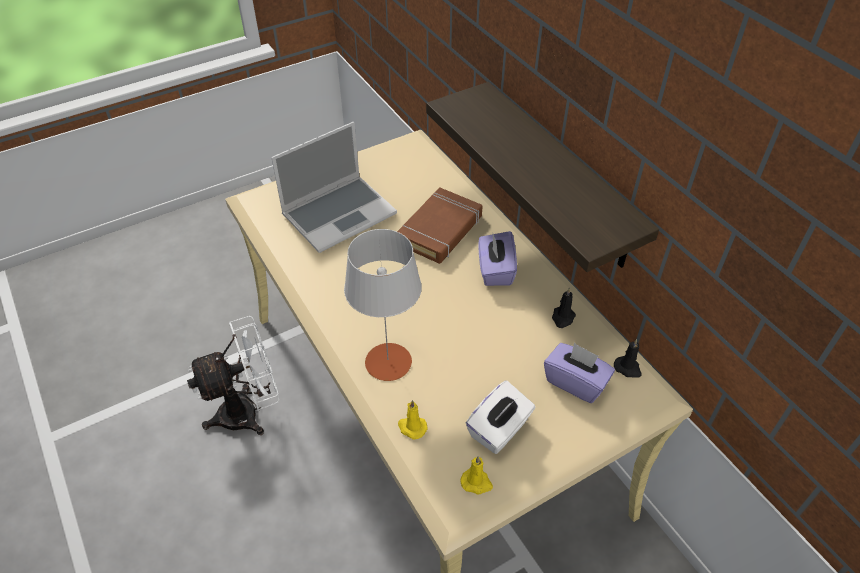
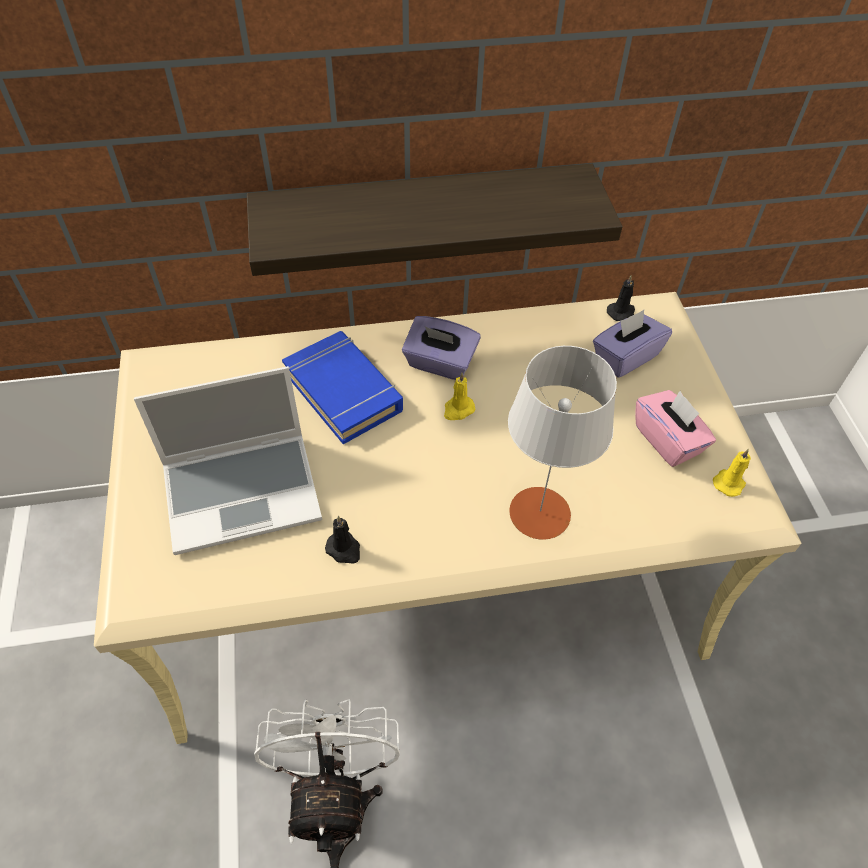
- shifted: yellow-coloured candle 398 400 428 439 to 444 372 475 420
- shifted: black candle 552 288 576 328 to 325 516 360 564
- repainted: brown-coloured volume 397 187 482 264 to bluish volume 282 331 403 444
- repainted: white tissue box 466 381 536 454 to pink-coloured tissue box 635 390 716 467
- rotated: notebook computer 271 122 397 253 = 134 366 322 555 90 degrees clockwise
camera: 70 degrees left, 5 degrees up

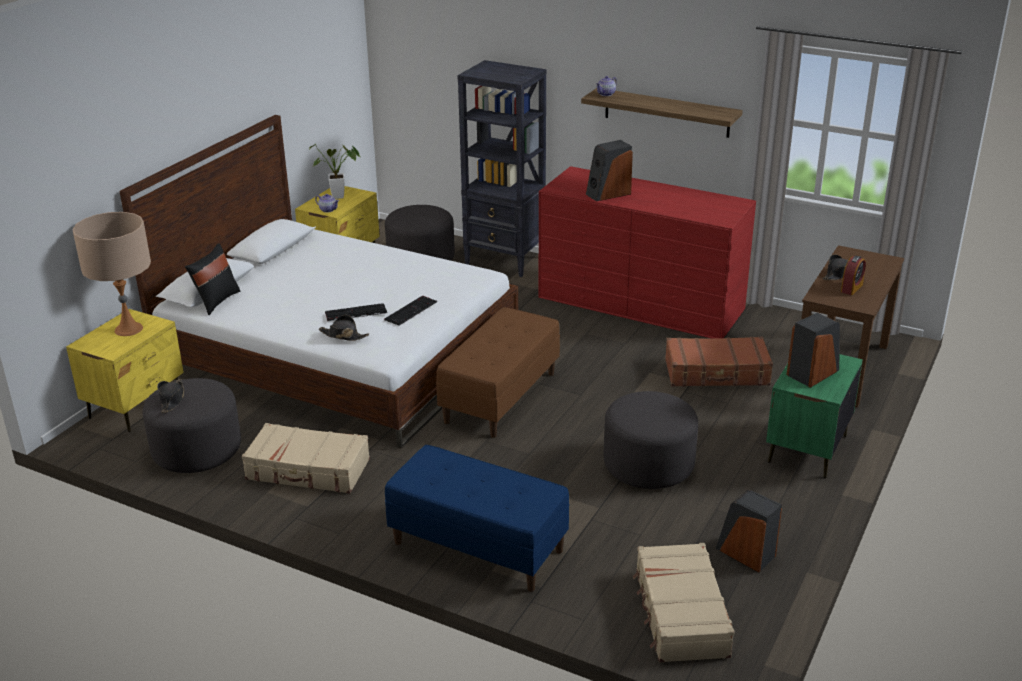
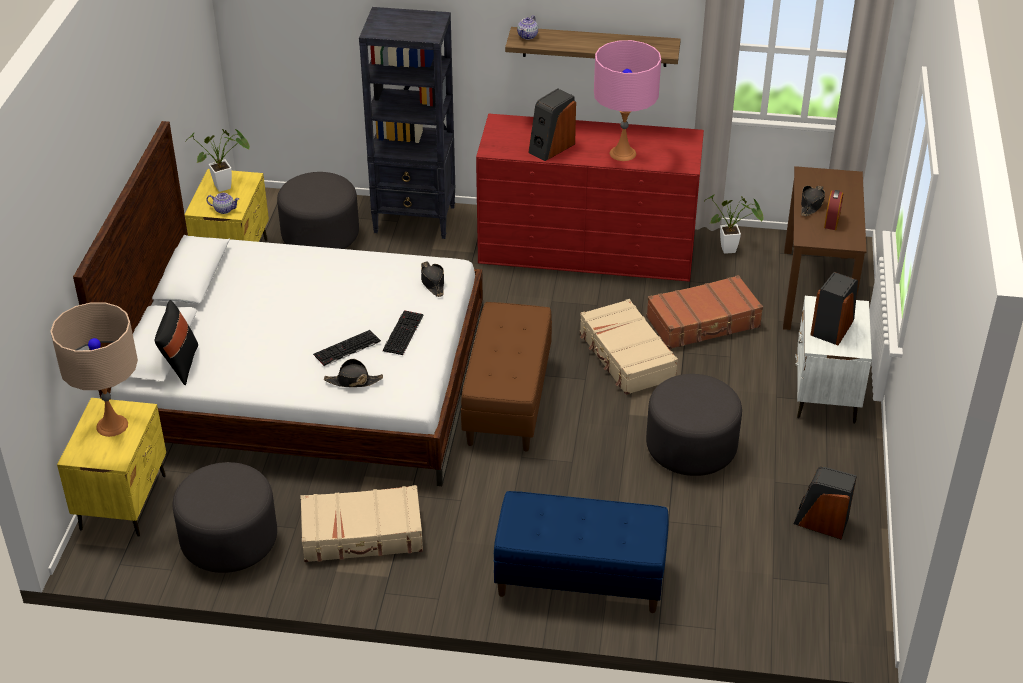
- new: pink-coloured tabletop lamp 594 40 661 161
- new: houseplant 707 194 763 254
- shifted: black wearable hat 157 379 184 413 to 421 261 444 297
- shifted: sand-coloured suitcase 633 543 735 662 to 580 299 678 395
- repainted: greenish bedside table 766 354 863 478 to white bedside table 795 296 872 424
camera: 20 degrees left, 10 degrees up

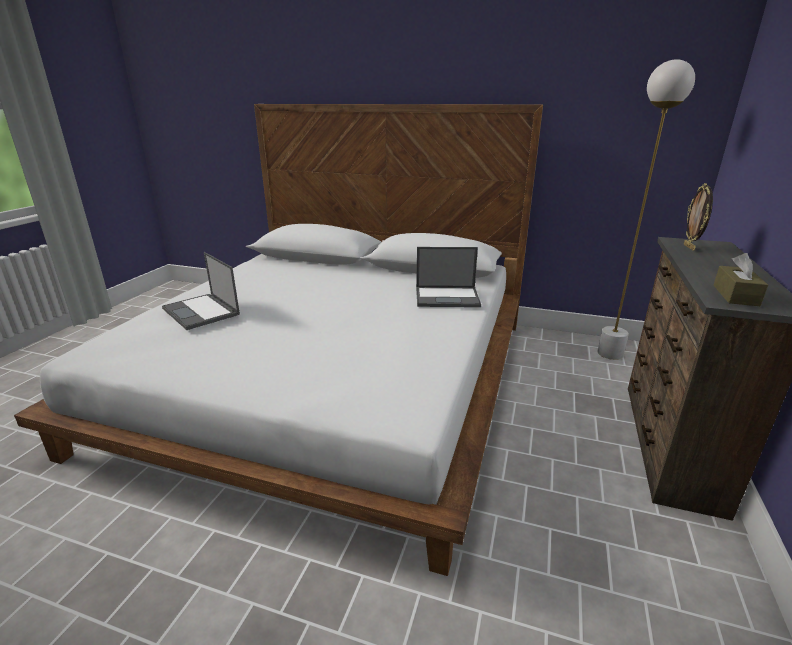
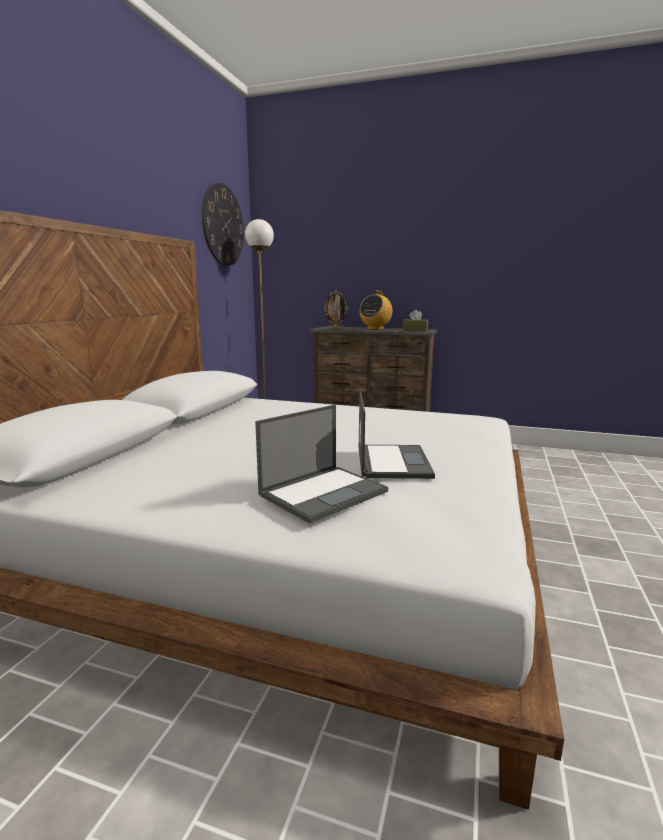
- new: clock on the wall 202 183 244 266
- new: radio set 360 290 392 330
- shifted: notebook computer 416 247 481 307 to 359 392 435 479
camera: 90 degrees left, 10 degrees down

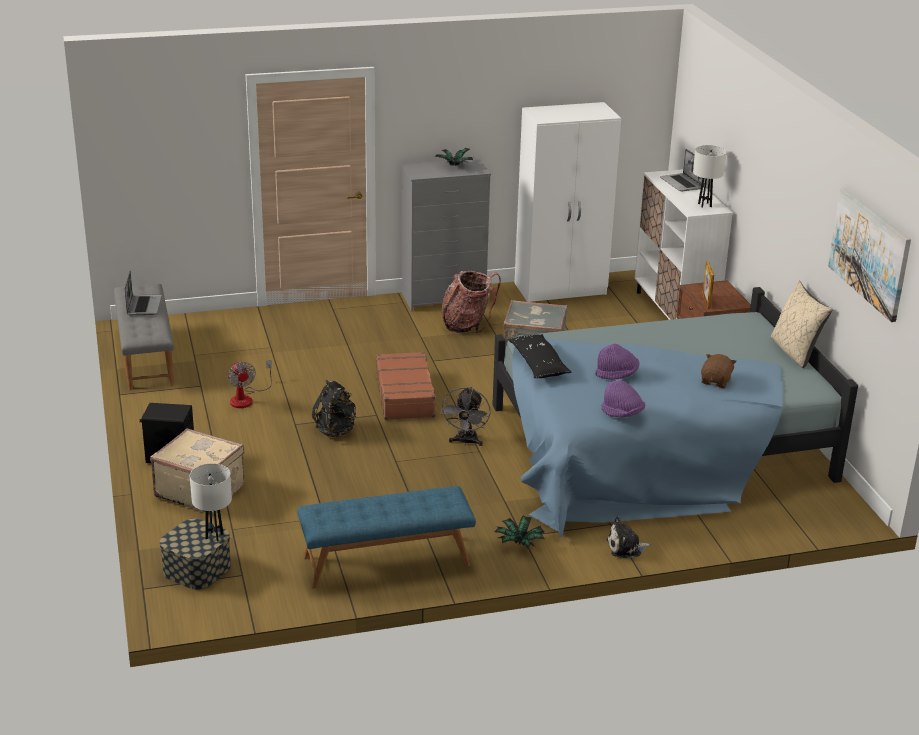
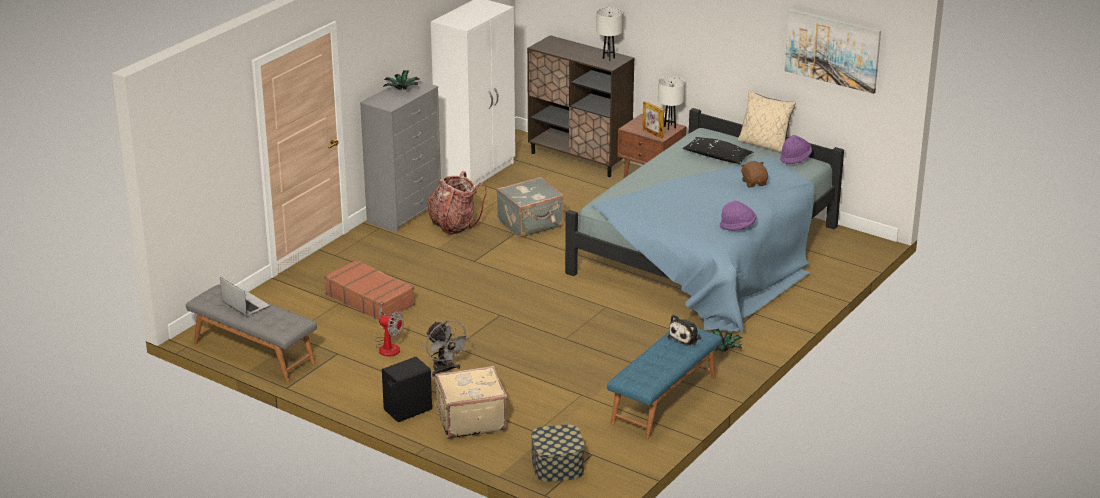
- gone: black knapsack 312 380 356 438
- gone: notebook computer 660 149 705 192
- shifted: white tabletop lamp 190 463 232 542 to 658 76 685 130
- shifted: brown-coloured suitcase 376 352 438 420 to 324 259 415 320
- shifted: grey cooling fan 440 387 491 446 to 426 321 470 377
- shifted: black pillow 508 334 572 378 to 682 137 753 164
- shifted: purplish wearable hat 595 344 639 380 to 780 135 812 164
- shifted: soft toy 606 516 651 558 to 667 315 701 346
- repainted: white storage cabinet 635 169 733 320 to brown-coloured storage cabinet 527 35 634 177
camera: 40 degrees left, 0 degrees up

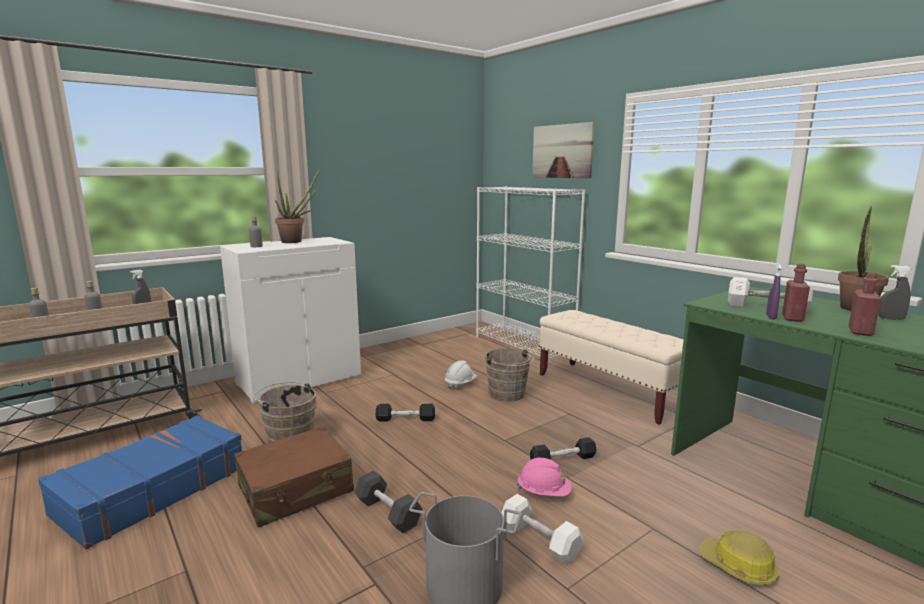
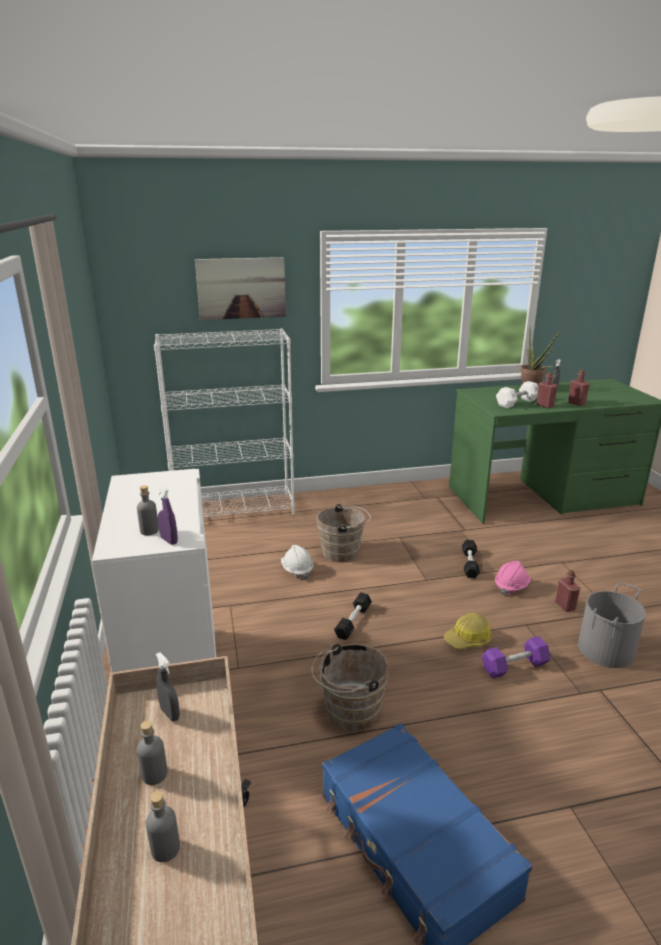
- gone: brown-coloured suitcase 234 426 354 528
- gone: houseplant 275 170 319 243
- gone: sand-coloured bench 539 310 684 425
- shifted: safety helmet 699 530 779 585 to 444 613 492 649
- shifted: purplish spray bottle 766 263 782 319 to 156 482 178 545
- swapped: white hand weight 502 494 583 564 to red-coloured drink bottle 555 570 580 612
- repainted: black hand weight 354 471 423 533 to purplish hand weight 482 636 551 679
camera: 65 degrees left, 10 degrees up

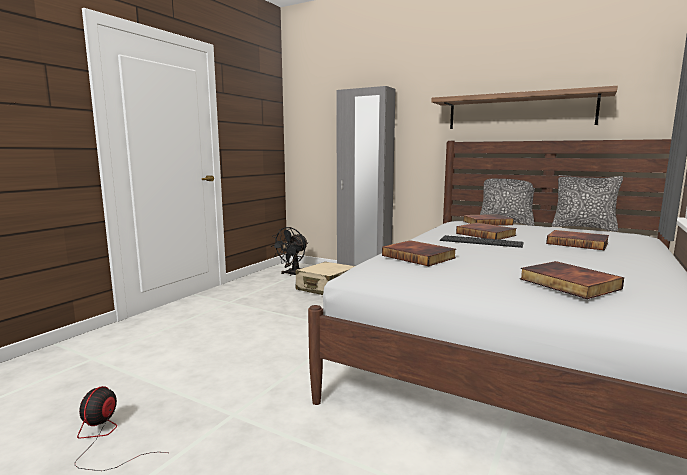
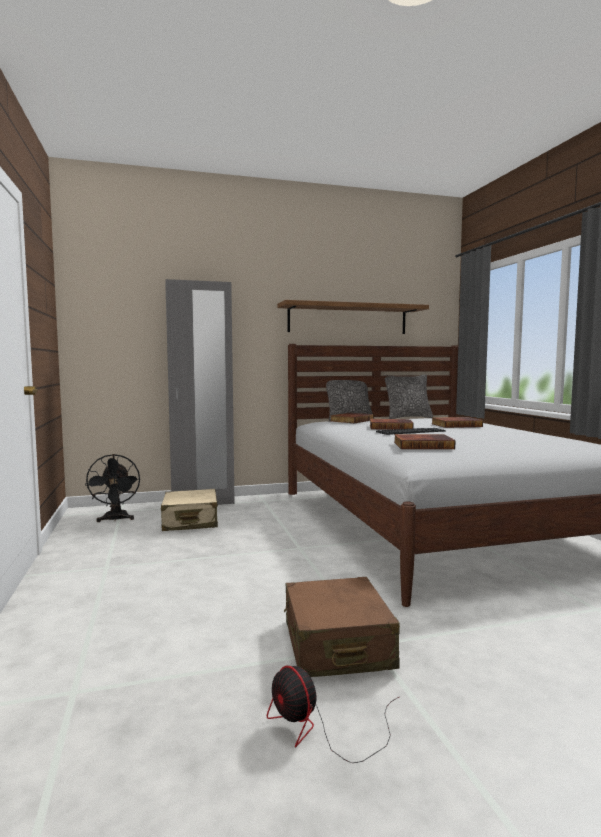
- gone: volume 520 261 624 299
- new: brown-coloured suitcase 284 577 400 677
camera: 45 degrees left, 5 degrees down

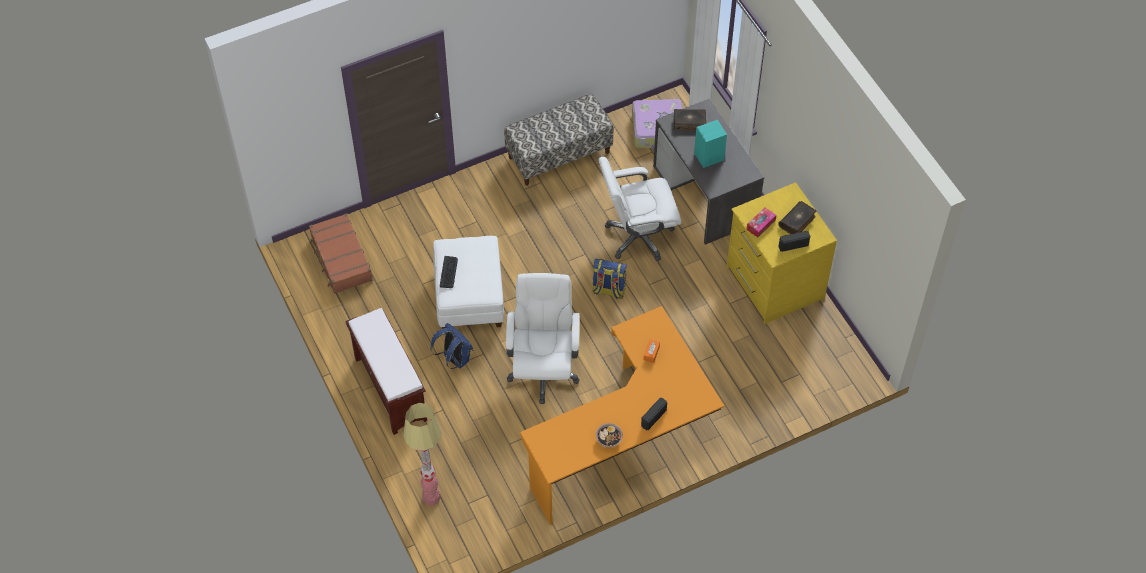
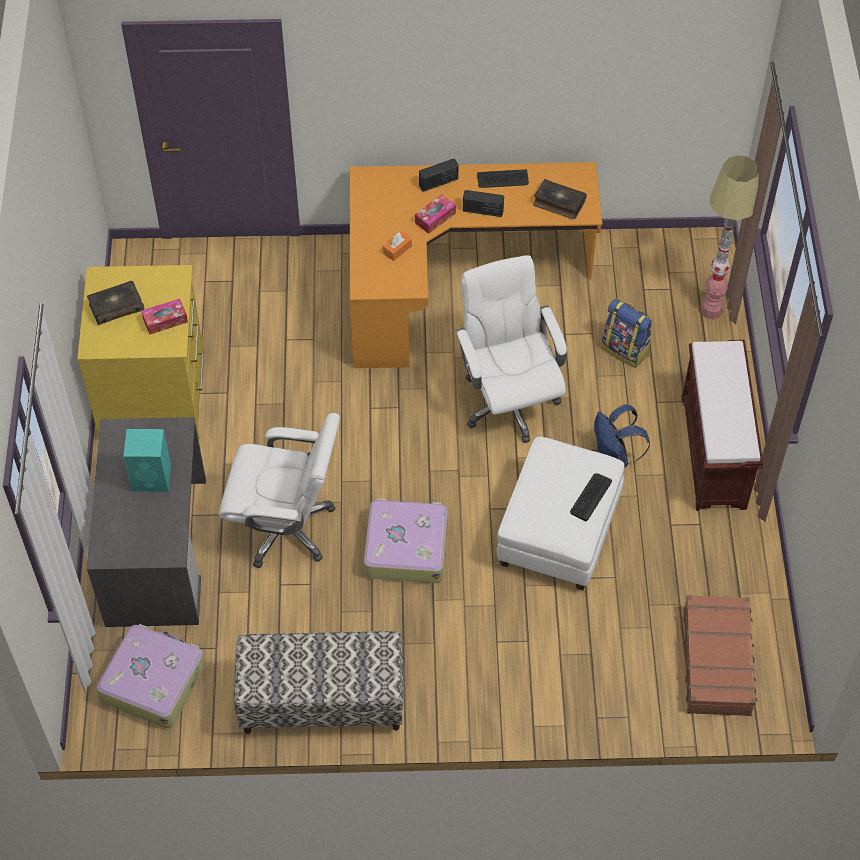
- new: suitcase 364 499 448 583
- new: tissue box 415 194 456 234
- shifted: knapsack 592 259 627 299 to 601 299 653 368
- shifted: volume 674 109 706 130 to 533 179 587 220
- shifted: radio set 778 231 810 252 to 463 190 504 217
- swapped: bowl 596 423 623 447 to PC keyboard 477 169 529 188
- rotated: white desk chair 506 273 580 404 = 455 255 567 443 135 degrees clockwise
camera: 155 degrees left, 0 degrees up

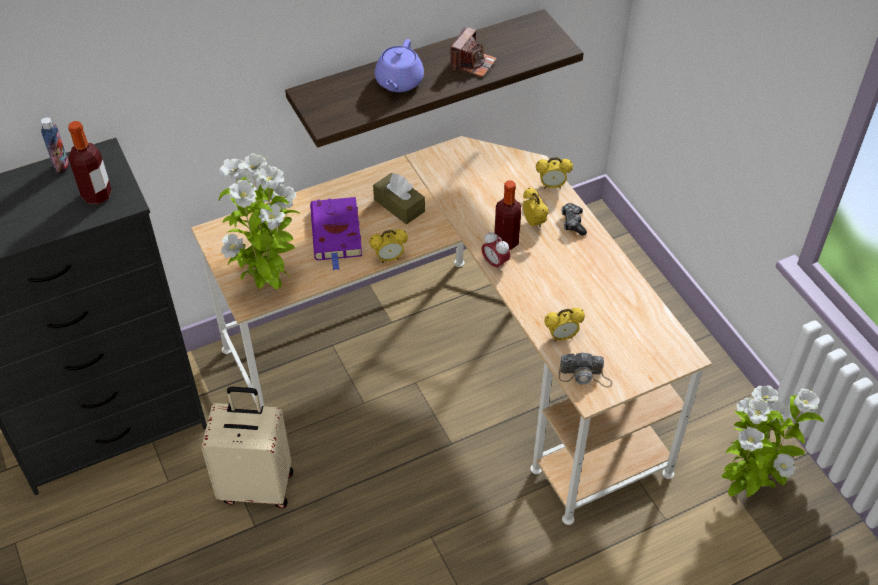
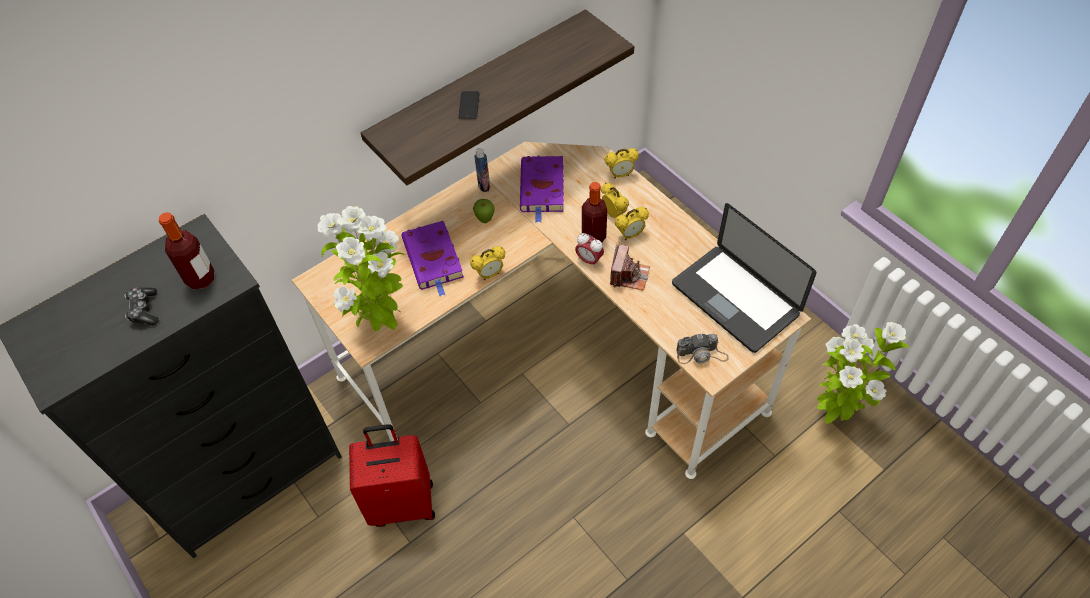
- new: purplish volume 520 156 564 223
- new: notebook computer 672 203 817 353
- shifted: drink bottle 41 117 69 174 to 474 148 490 192
- shifted: still camera 450 27 497 77 to 610 244 650 291
- shifted: table clock 544 308 585 342 to 615 207 649 240
- shifted: game controller 561 203 587 236 to 125 287 158 326
- swapped: brown-coloured tissue box 373 173 425 224 to whole apple 473 199 494 223
- swapped: purplish tea pot 375 39 424 92 to handset 459 91 480 119
- repainted: sand-coloured suitcase 201 387 293 508 to red-coloured suitcase 349 424 435 527
camera: 10 degrees left, 5 degrees up

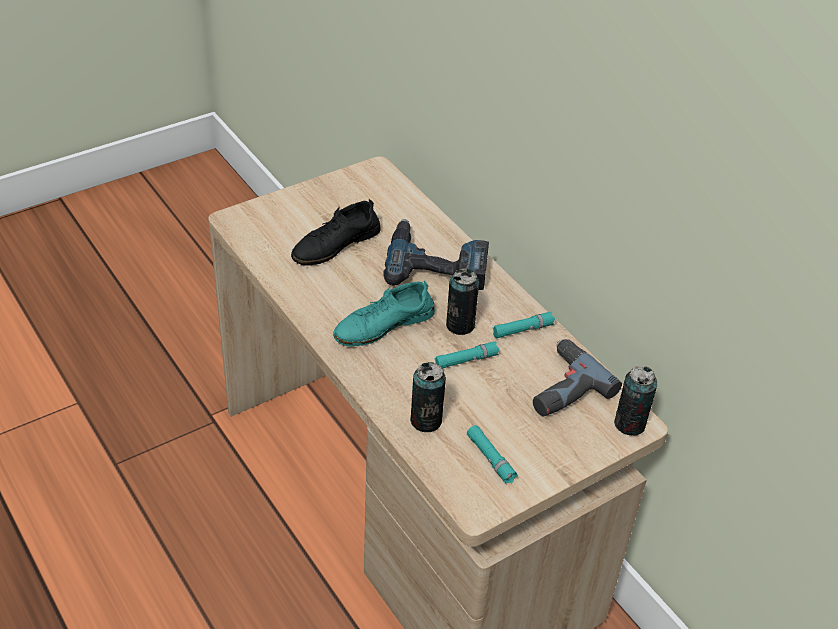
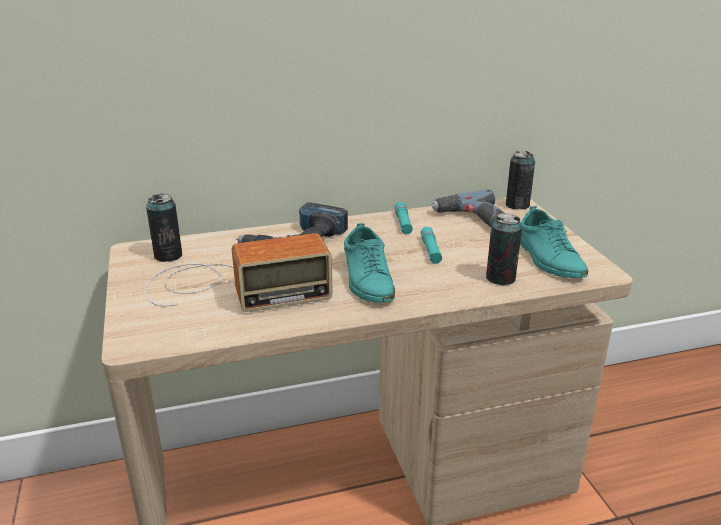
- shifted: can 446 268 479 335 to 146 194 182 262
- swapped: black shoe 291 199 380 266 to radio set 145 233 333 312
- swapped: turquoise hand torch 467 425 518 484 to turquoise shoe 520 206 588 278
camera: 70 degrees left, 15 degrees down

